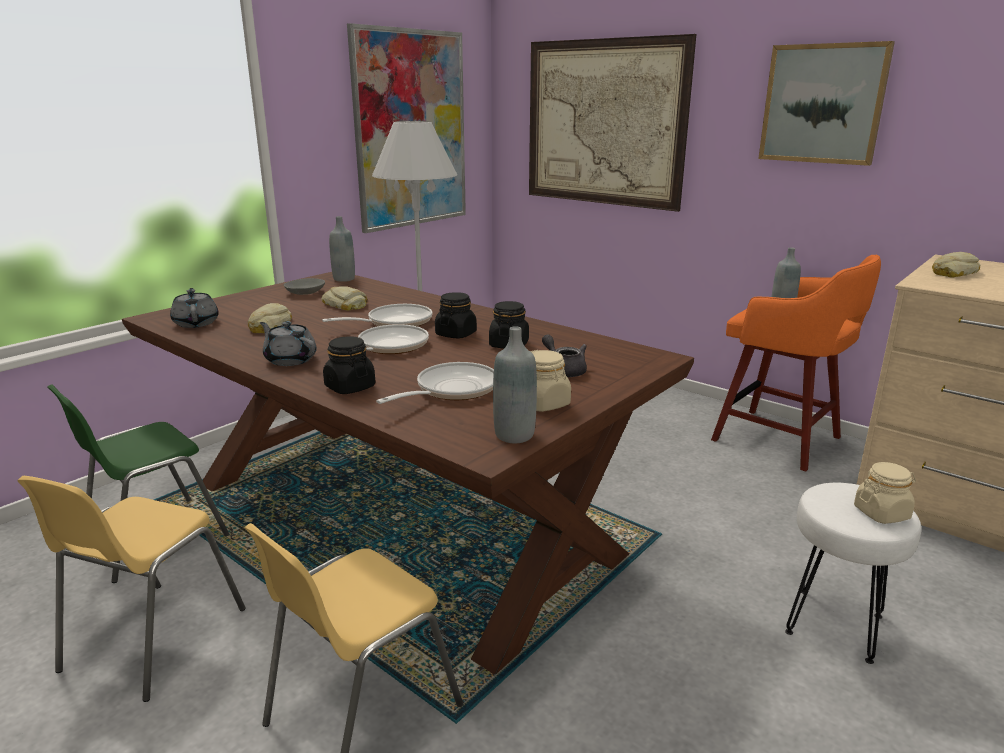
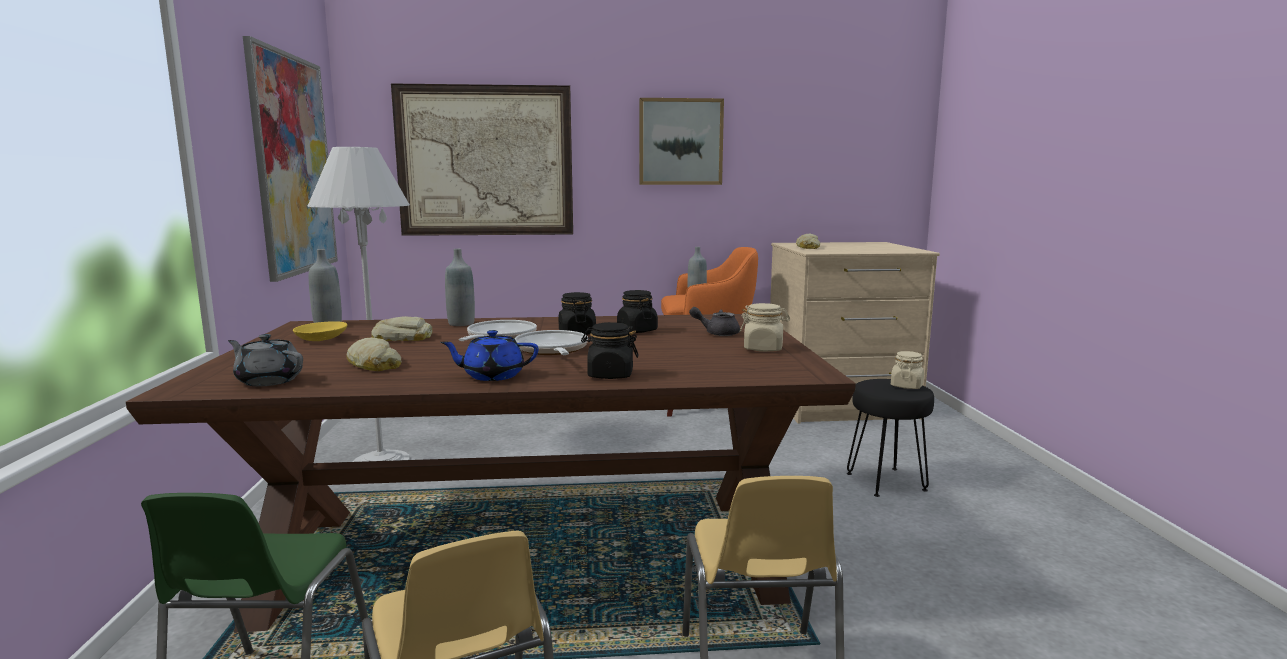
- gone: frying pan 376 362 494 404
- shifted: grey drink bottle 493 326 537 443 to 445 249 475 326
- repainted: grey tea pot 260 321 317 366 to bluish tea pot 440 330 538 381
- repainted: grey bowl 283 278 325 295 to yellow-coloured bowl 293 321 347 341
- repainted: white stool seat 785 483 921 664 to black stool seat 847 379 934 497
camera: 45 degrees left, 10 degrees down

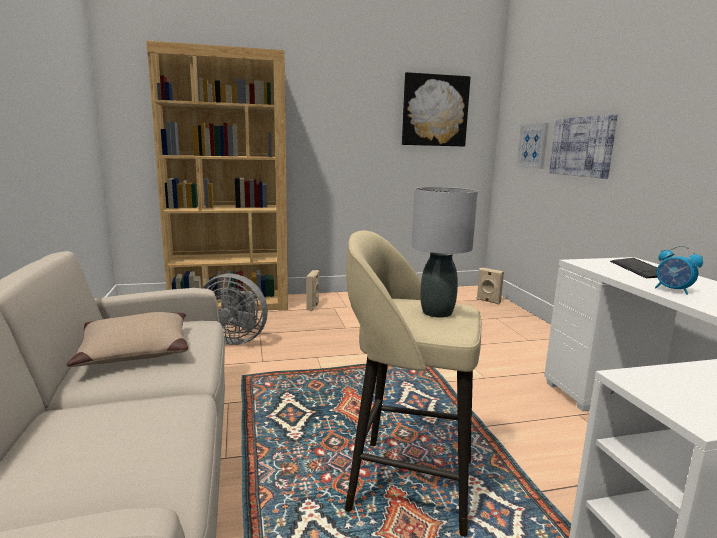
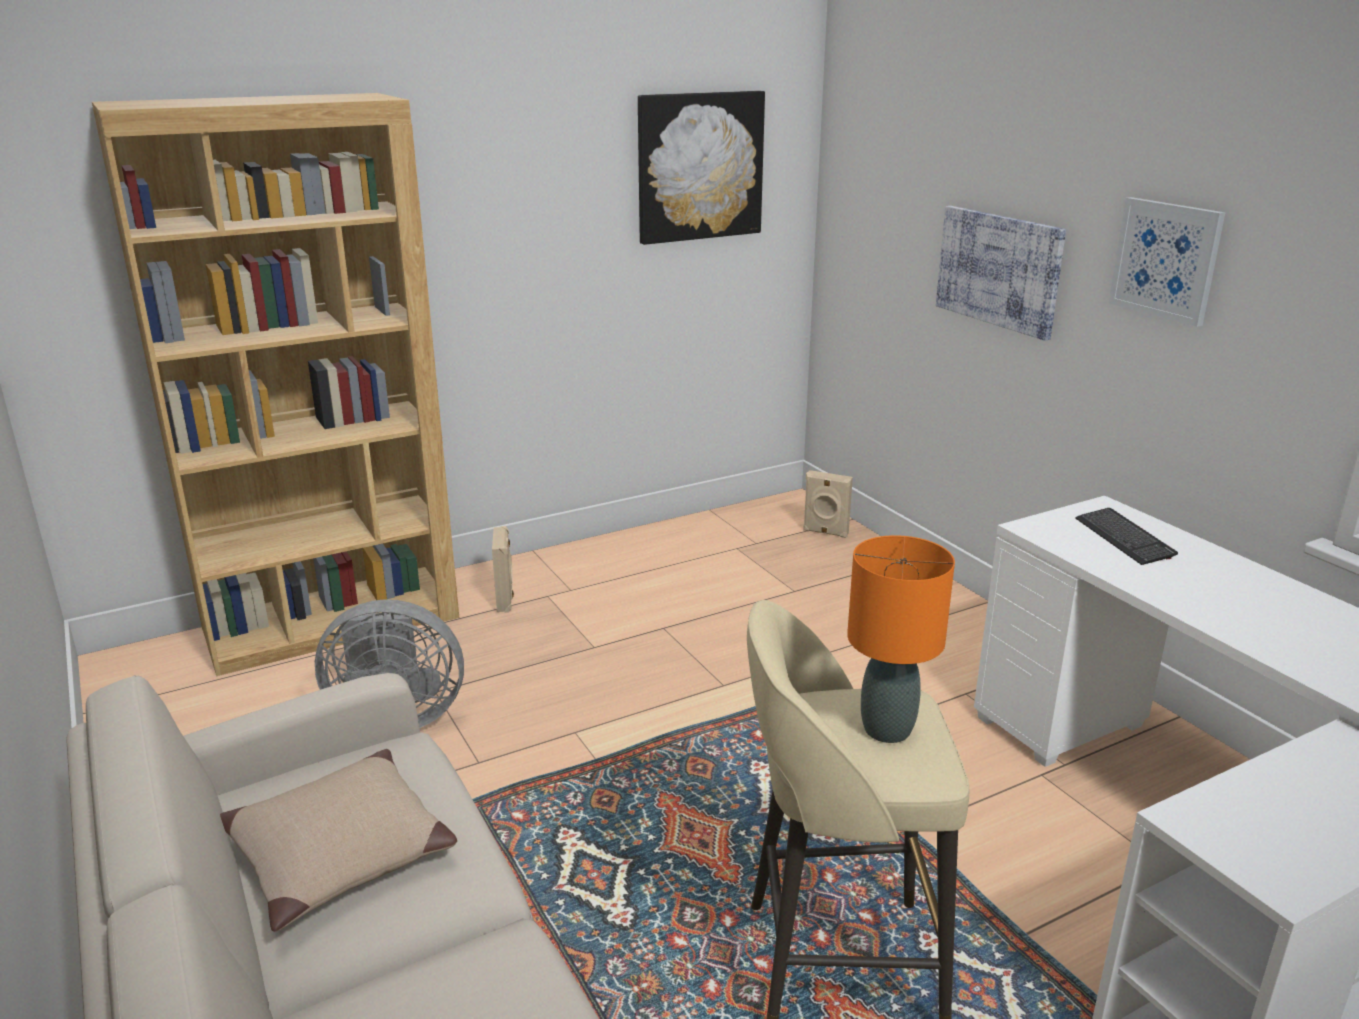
- gone: table clock 655 246 703 295
- shifted: picture 516 123 549 169 to 1109 197 1225 327
- repainted: grey tabletop lamp 411 187 478 318 to orange tabletop lamp 847 535 955 743
camera: 15 degrees left, 10 degrees up

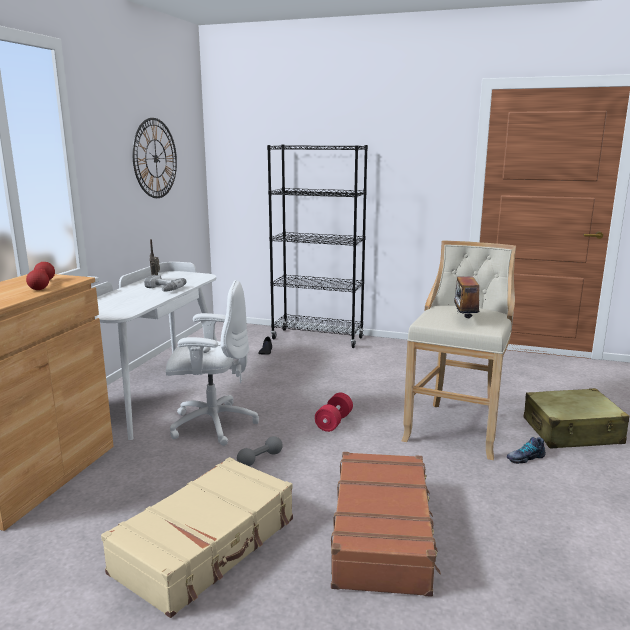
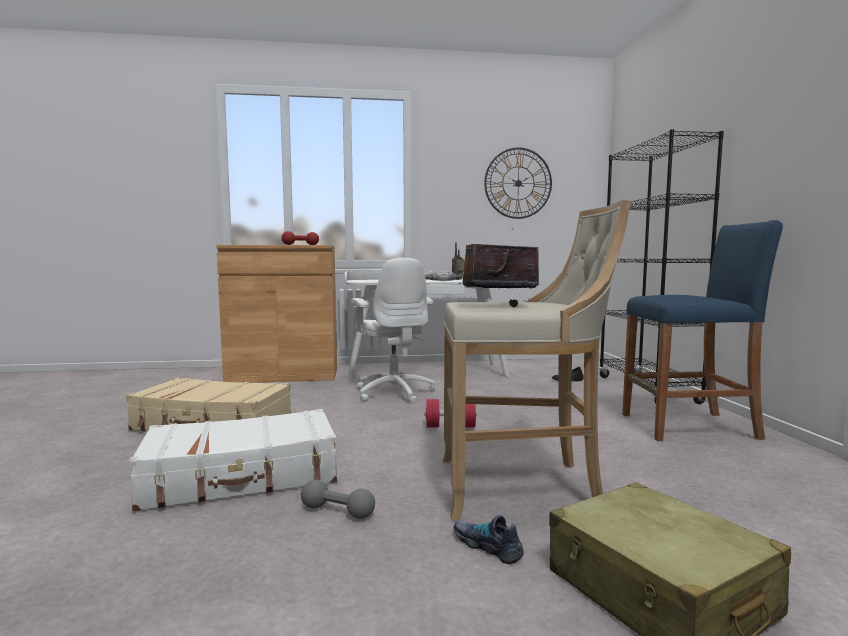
- new: bluish stool seat 622 220 783 441
- shifted: grey hand weight 237 436 283 466 to 301 480 375 519
- repainted: brown-coloured suitcase 331 452 441 597 to white suitcase 129 409 338 511
camera: 65 degrees right, 10 degrees down

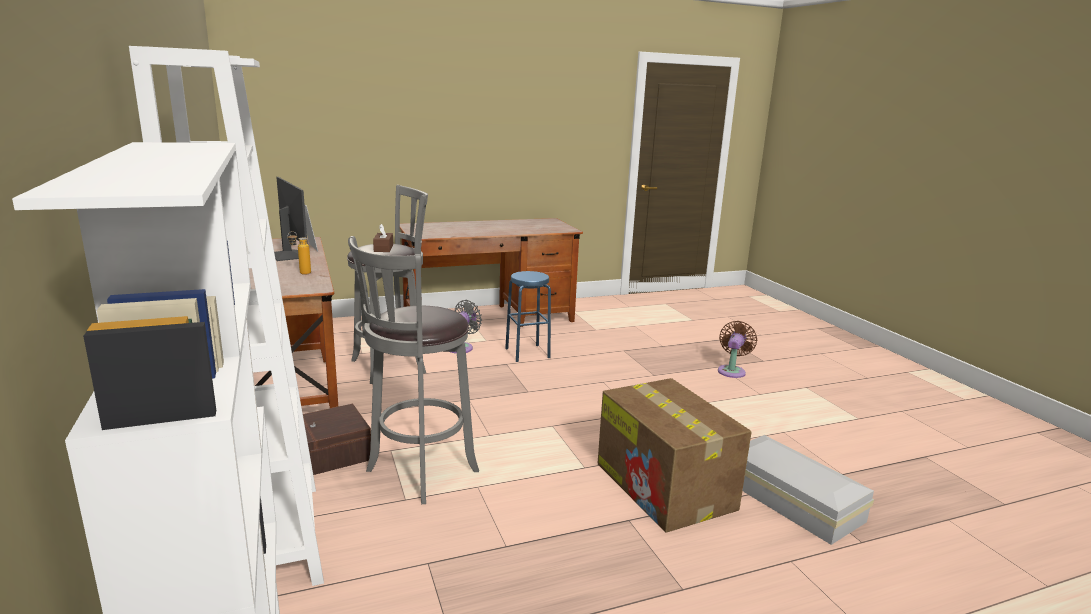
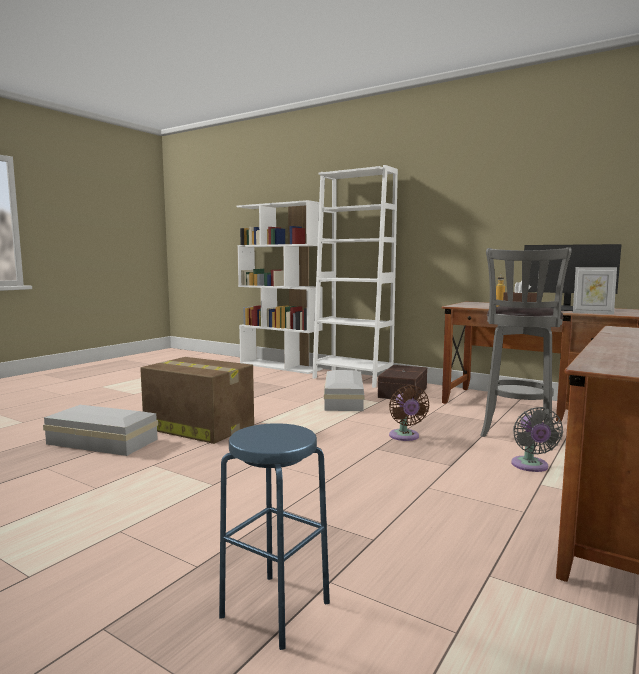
- shifted: bluish stool seat 505 271 551 362 to 219 423 330 650
- shifted: brown-coloured cooling fan 718 321 757 378 to 389 385 429 441
- swapped: grey stool seat 348 236 479 504 to white storage bin 324 370 364 411
camera: 145 degrees right, 10 degrees down

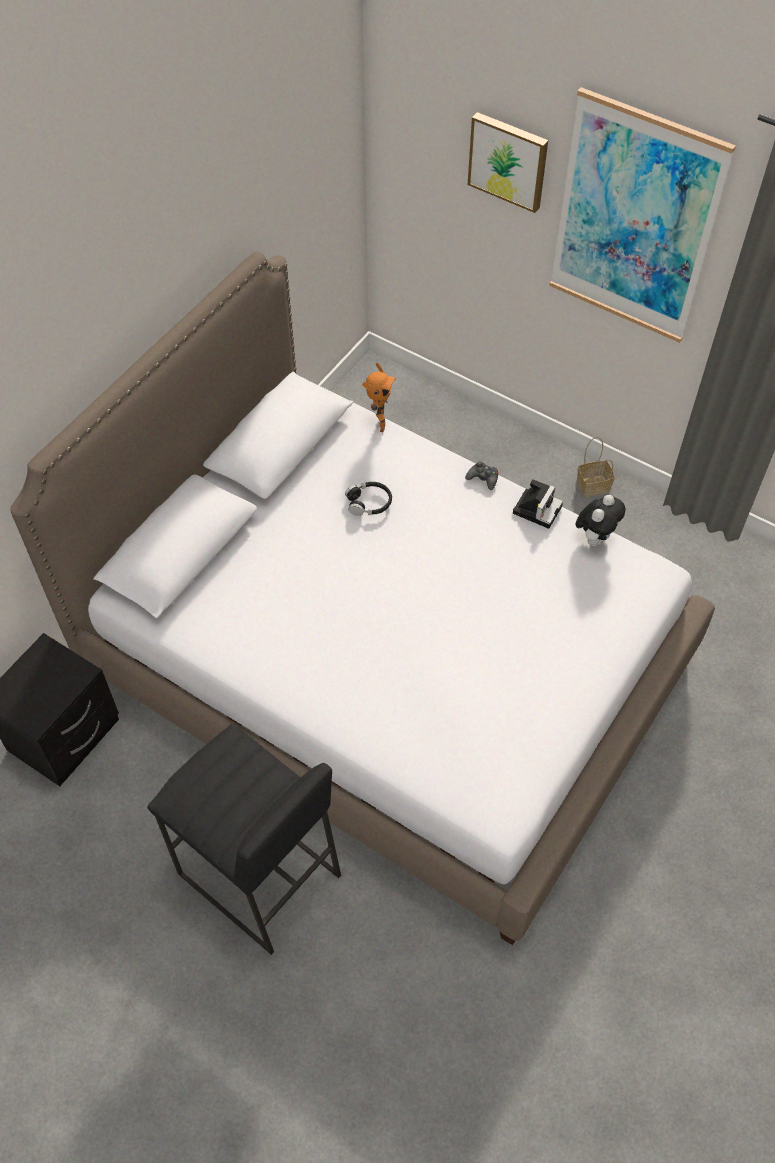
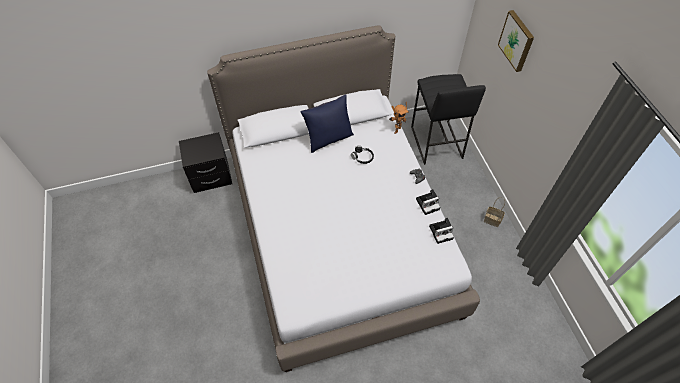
- gone: picture 549 87 736 343
- new: bluish pillow 300 95 354 153
- shifted: black stool seat 148 724 341 955 to 411 74 486 165
- swapped: soft toy 576 495 625 546 to still camera 429 218 454 244
camera: 40 degrees right, 0 degrees up

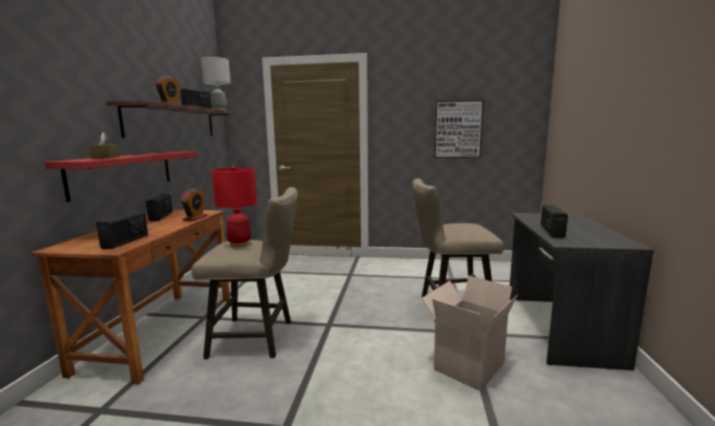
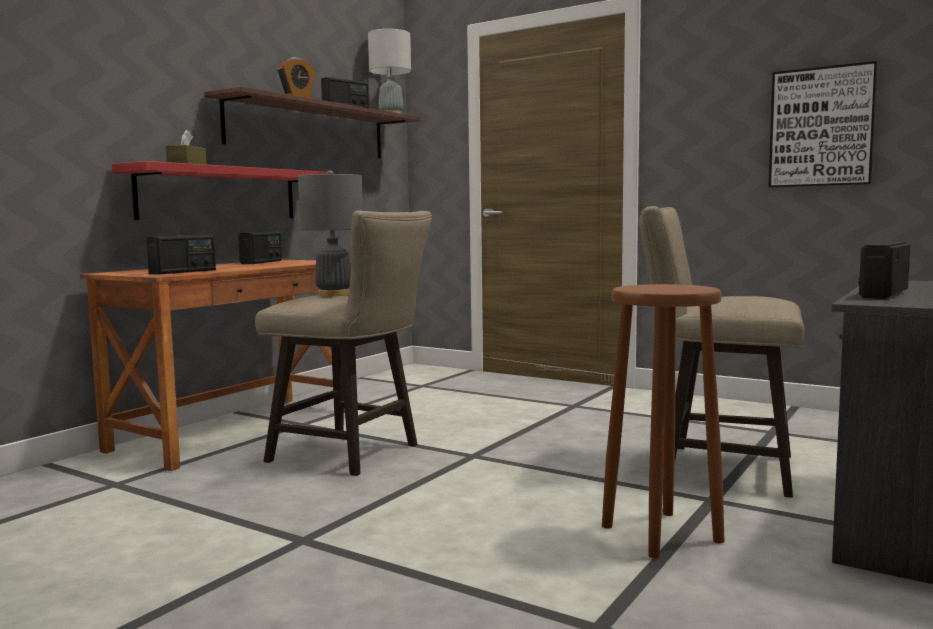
- gone: table clock 181 189 207 221
- swapped: cardboard box 422 275 518 391 to brown-coloured stool seat 602 284 725 559
- repainted: red-coloured tabletop lamp 212 166 257 247 to grey tabletop lamp 298 170 363 296
camera: 25 degrees right, 5 degrees down

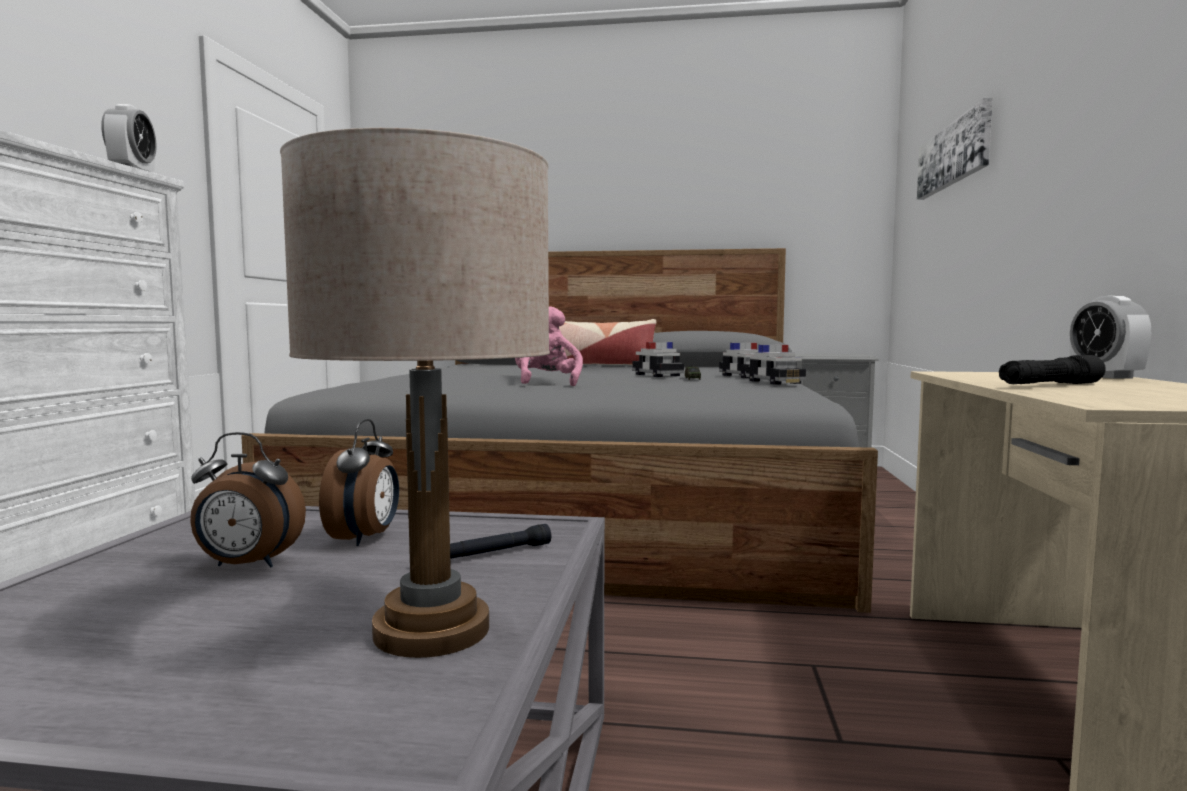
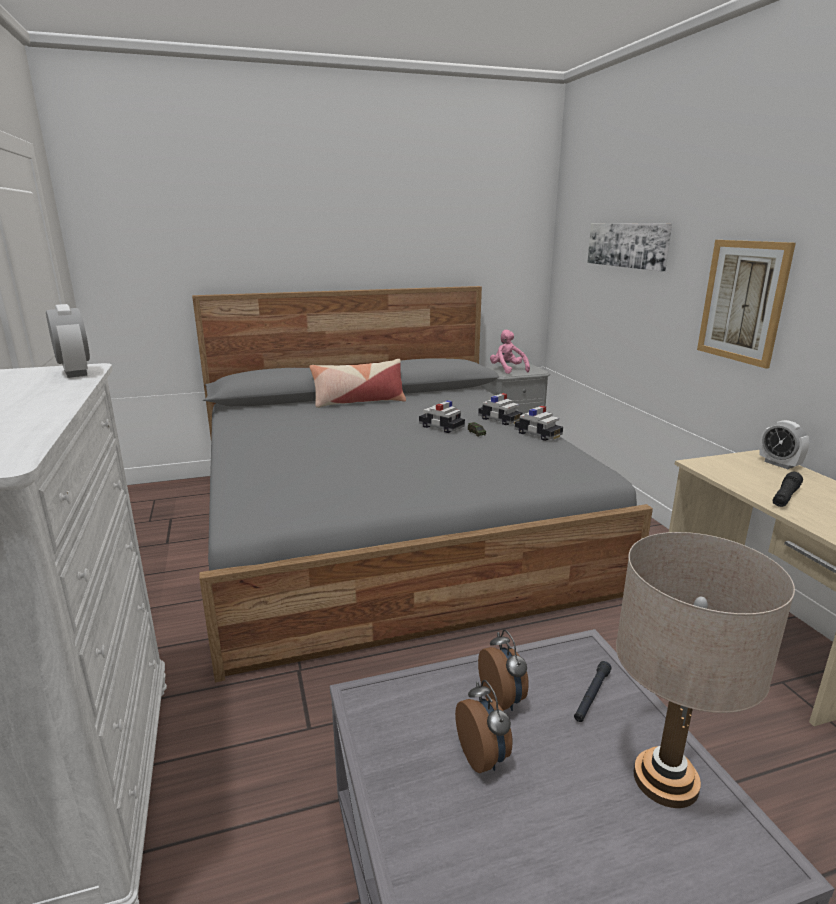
- new: picture 697 240 796 369
- shifted: pink-coloured soft toy 515 306 583 386 to 490 330 530 374
- rotated: table clock 190 432 306 567 = 455 680 512 773 90 degrees counterclockwise
camera: 25 degrees left, 15 degrees up

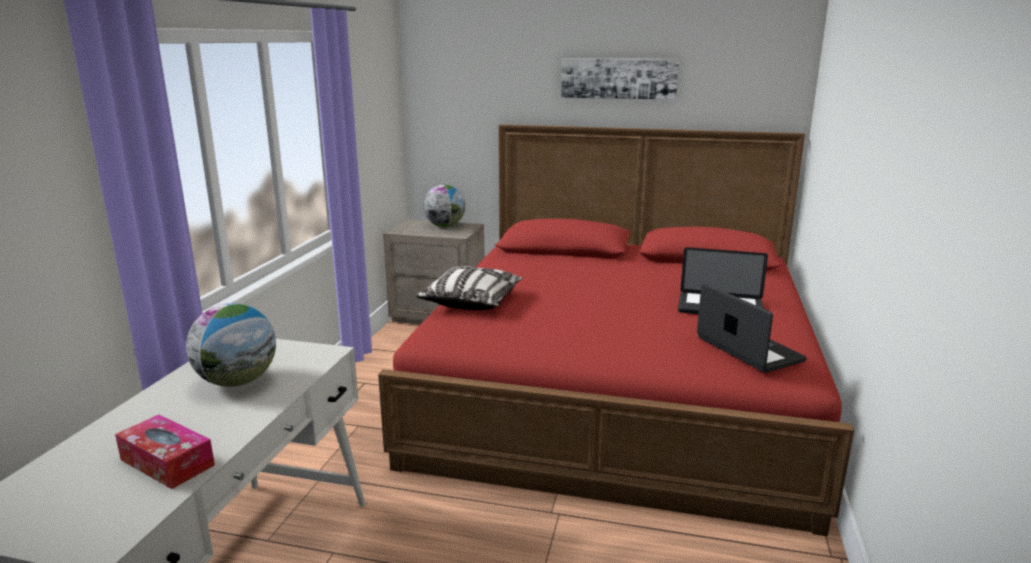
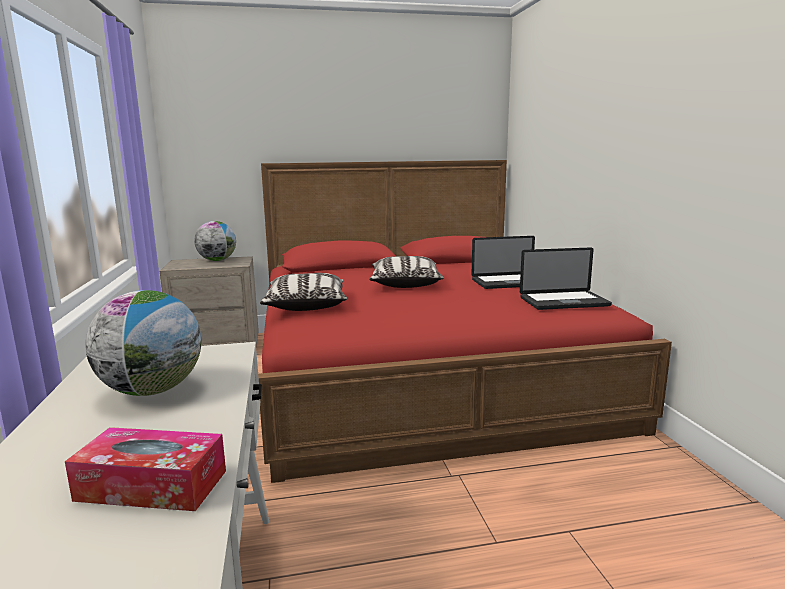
- gone: picture 561 58 679 100
- new: pillow 369 256 444 288
- rotated: notebook computer 697 283 807 373 = 520 247 612 310 135 degrees clockwise
camera: 25 degrees left, 5 degrees down

